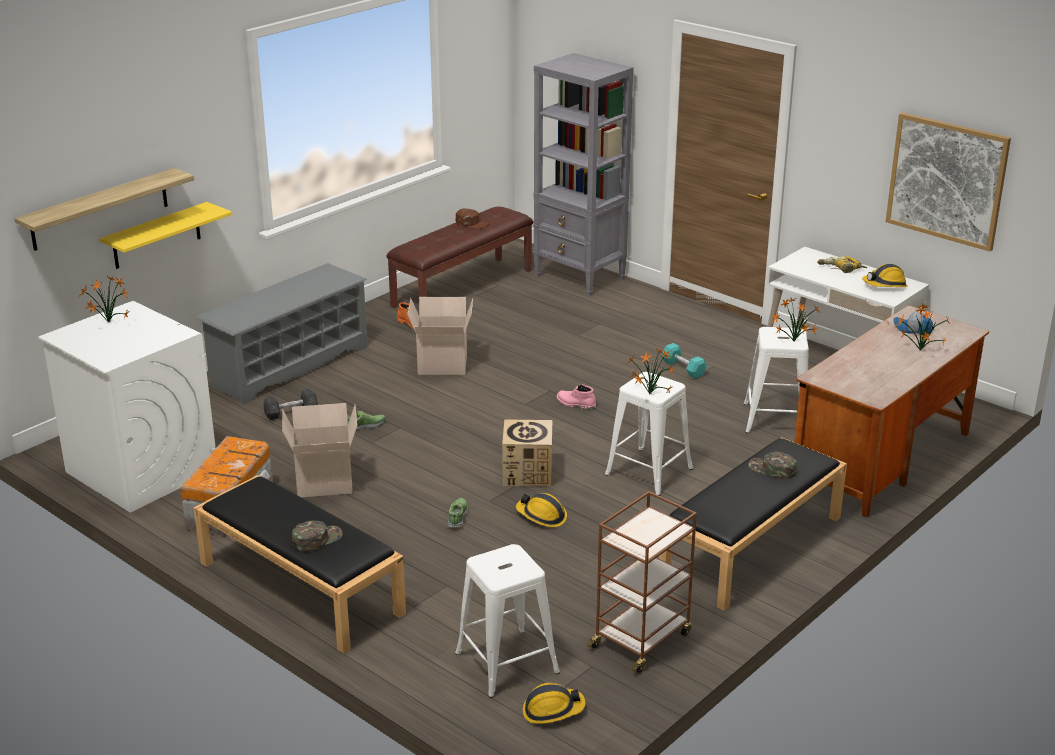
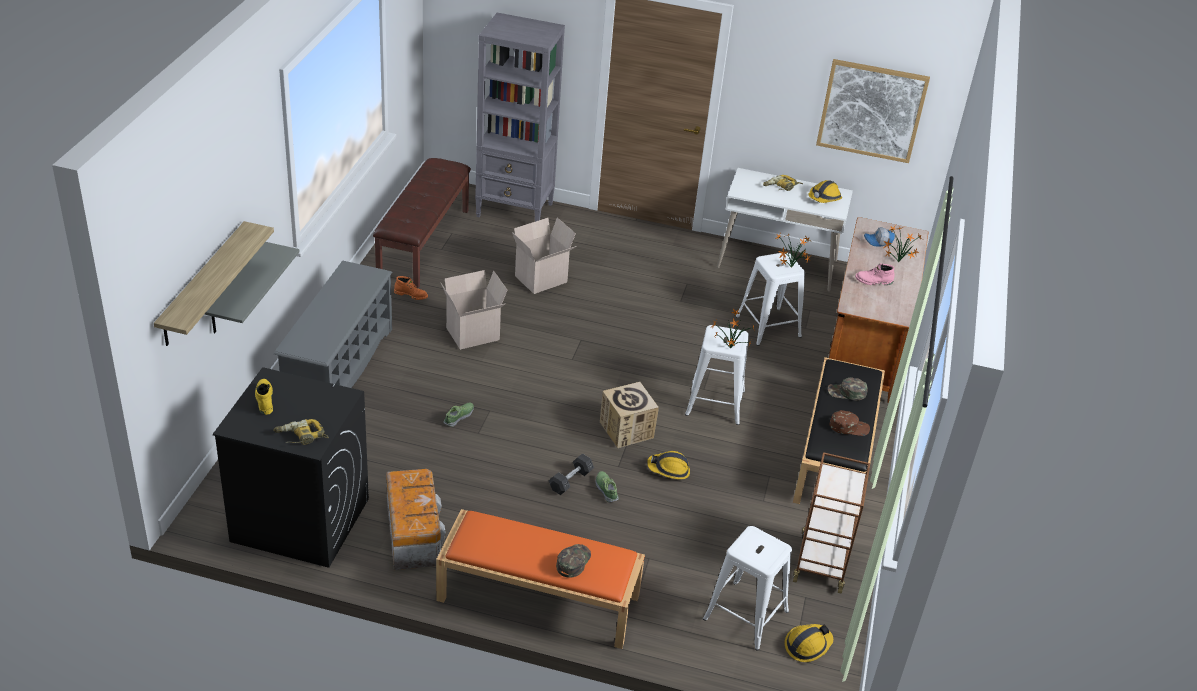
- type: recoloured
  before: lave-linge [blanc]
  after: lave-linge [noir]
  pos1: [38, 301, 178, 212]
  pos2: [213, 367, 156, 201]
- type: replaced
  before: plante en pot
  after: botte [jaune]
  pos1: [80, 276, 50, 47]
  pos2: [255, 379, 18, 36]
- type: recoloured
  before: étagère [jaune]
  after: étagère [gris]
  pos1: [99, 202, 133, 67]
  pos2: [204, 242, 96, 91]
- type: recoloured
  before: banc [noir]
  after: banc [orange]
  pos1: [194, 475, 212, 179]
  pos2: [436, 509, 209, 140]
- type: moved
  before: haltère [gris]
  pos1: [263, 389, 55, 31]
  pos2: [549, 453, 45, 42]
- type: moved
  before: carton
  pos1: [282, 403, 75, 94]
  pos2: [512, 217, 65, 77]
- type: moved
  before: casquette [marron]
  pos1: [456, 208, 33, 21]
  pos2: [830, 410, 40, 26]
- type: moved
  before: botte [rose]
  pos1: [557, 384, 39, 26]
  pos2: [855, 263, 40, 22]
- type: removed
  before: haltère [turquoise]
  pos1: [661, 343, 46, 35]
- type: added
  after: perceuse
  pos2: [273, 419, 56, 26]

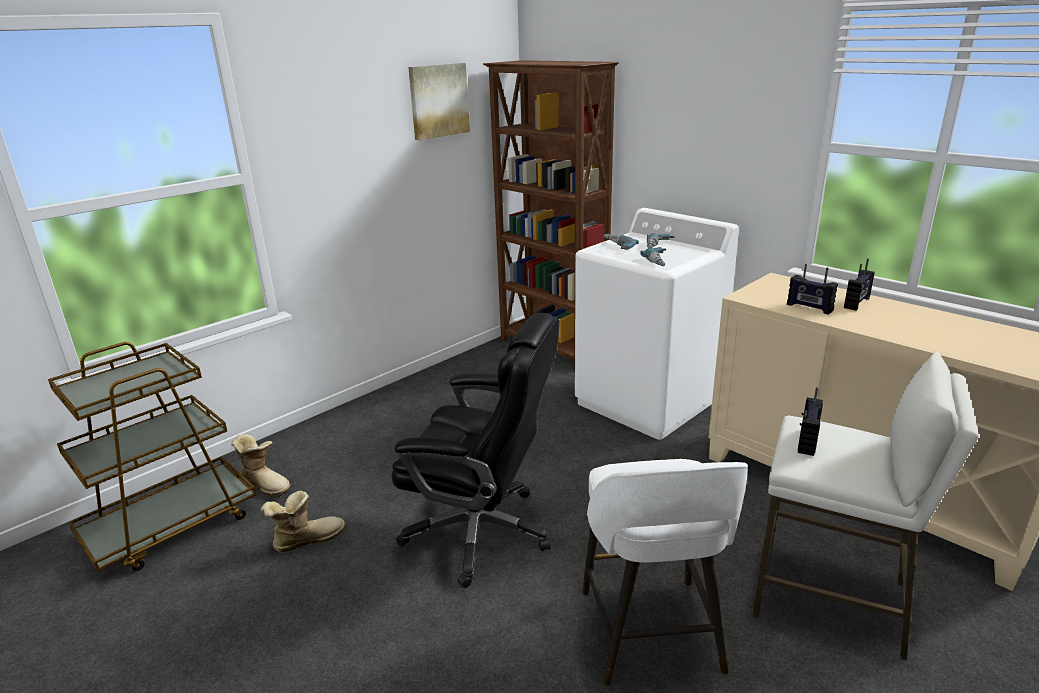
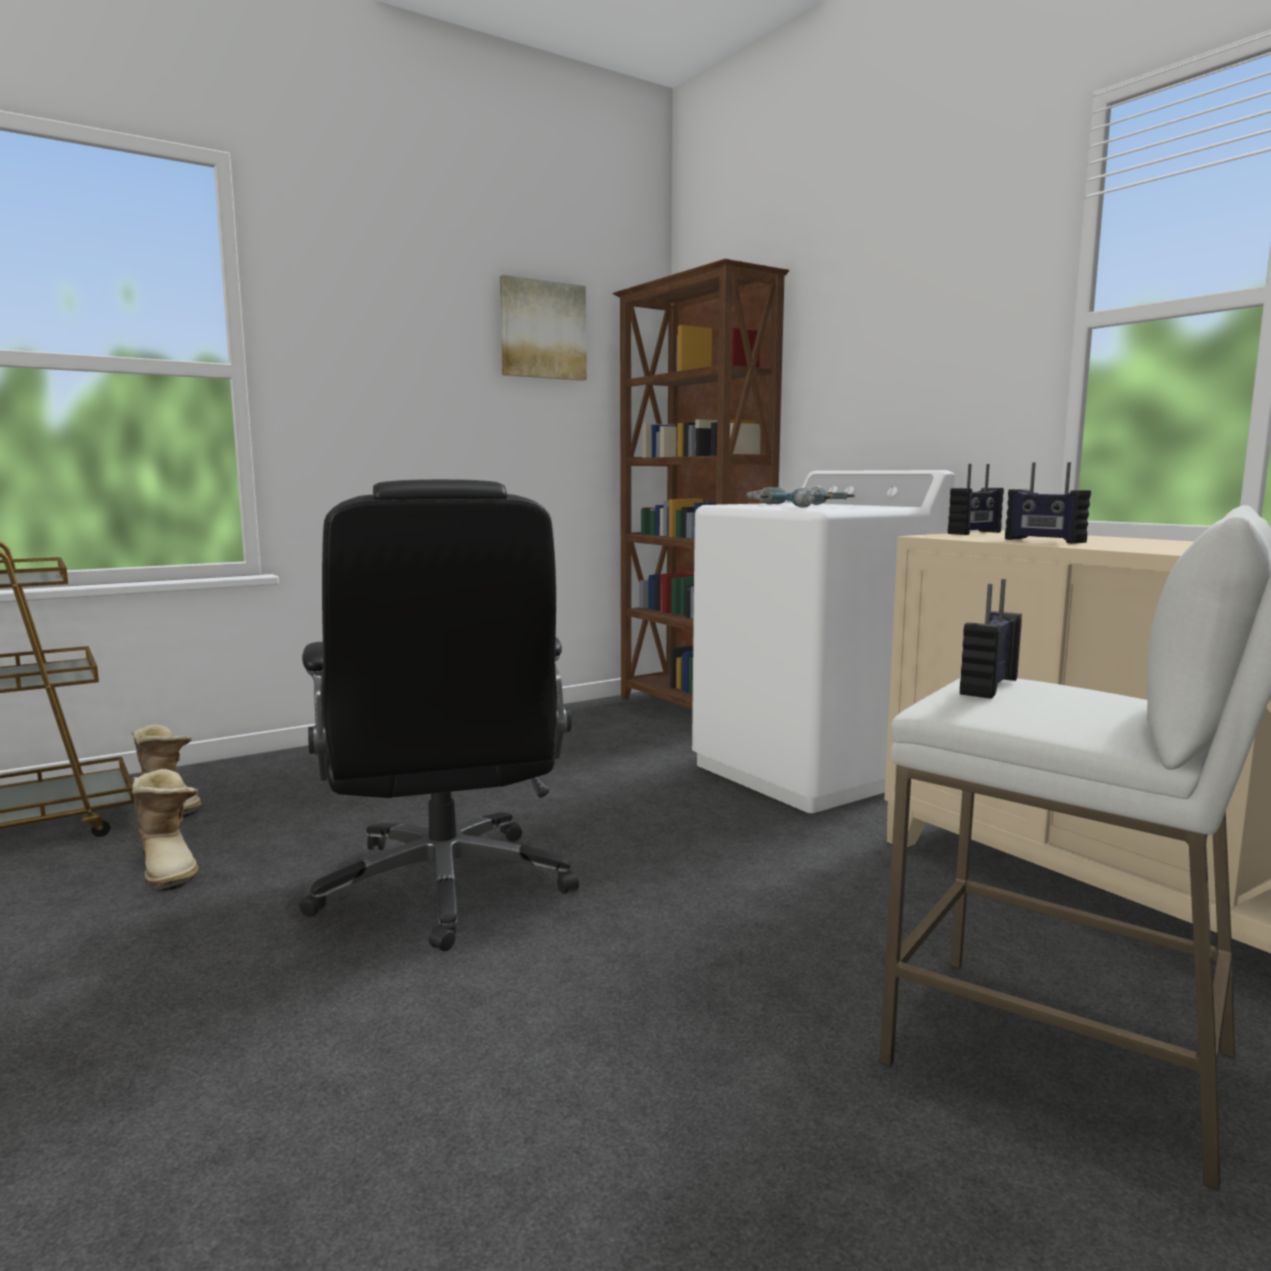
- type: turned
  before: botte
  pos1: [261, 491, 84, 61]
  pos2: [132, 769, 66, 122]
  turn: 75
- type: turned
  before: chaise de bureau [noir]
  pos1: [391, 313, 168, 275]
  pos2: [299, 479, 280, 472]
  turn: 45
- type: removed
  before: tabouret [blanc]
  pos1: [582, 459, 166, 227]
- type: moved
  before: radio
  pos1: [844, 259, 31, 52]
  pos2: [948, 464, 56, 71]

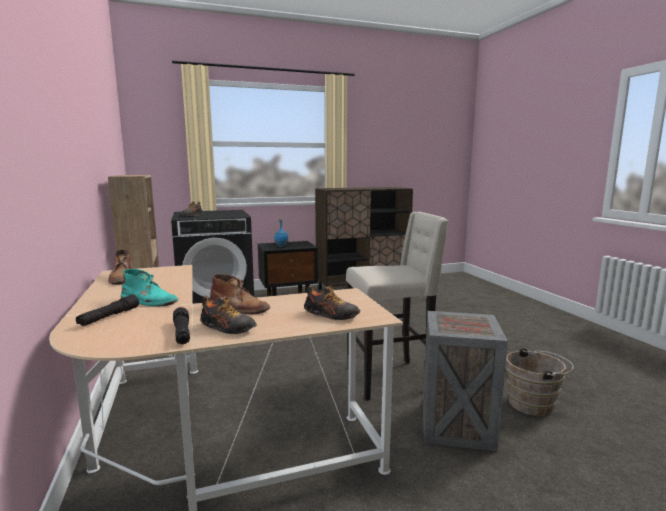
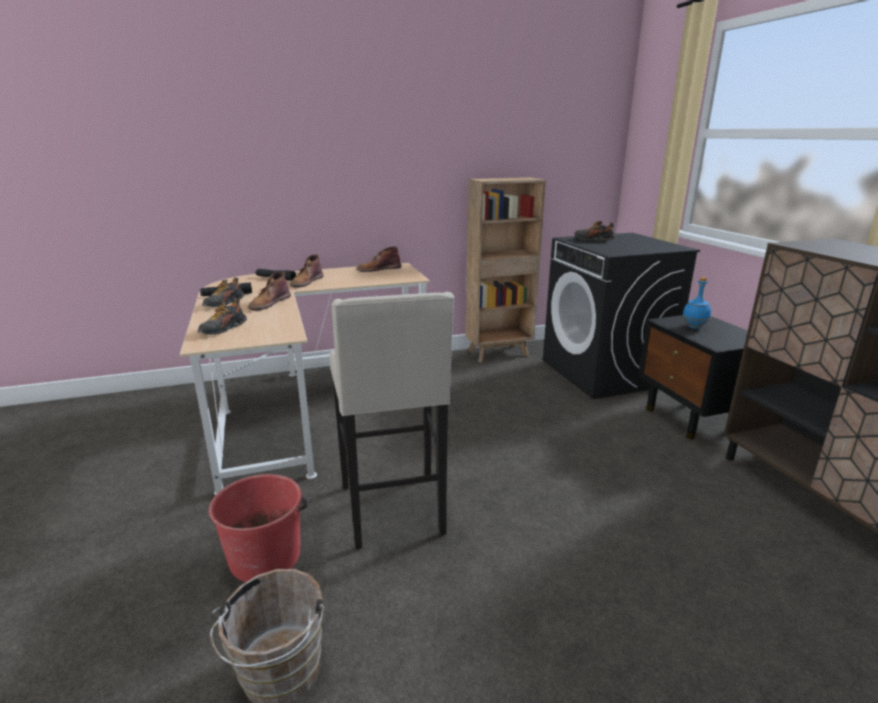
- type: recoloured
  before: botte [turquoise]
  after: botte [marron]
  pos1: [121, 269, 57, 38]
  pos2: [290, 254, 33, 33]
- type: replaced
  before: caisse
  after: seau [rouge]
  pos1: [423, 311, 85, 141]
  pos2: [209, 474, 98, 108]

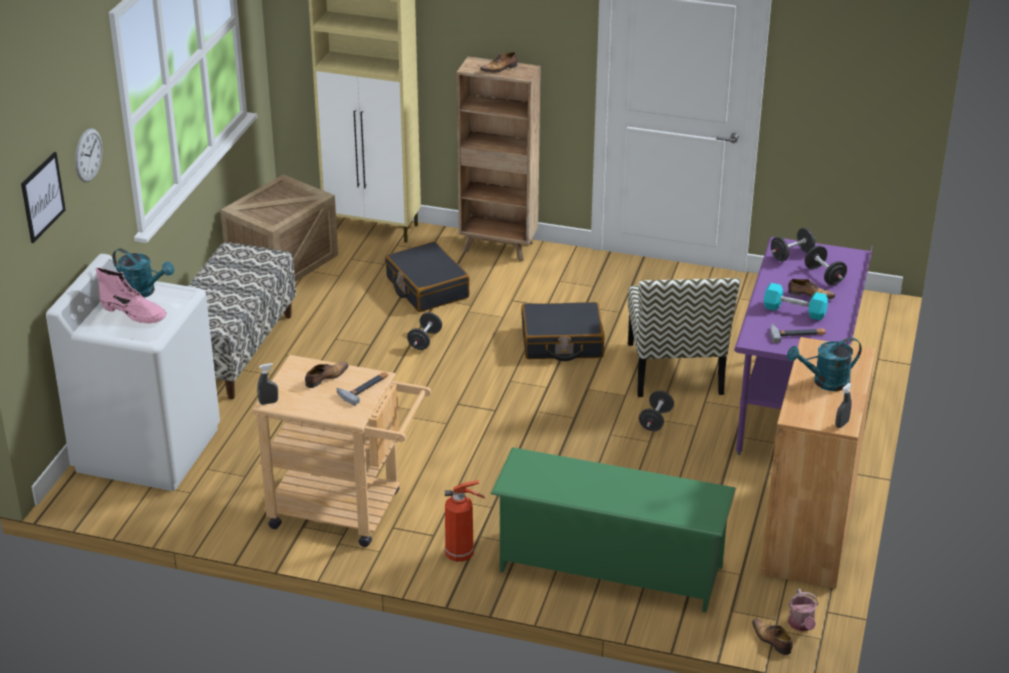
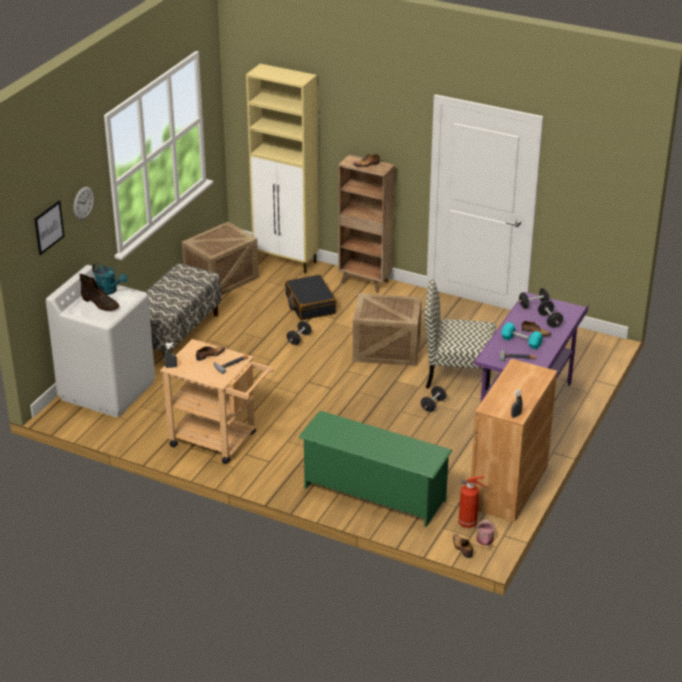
- type: recoloured
  before: botte [rose]
  after: botte [marron]
  pos1: [96, 268, 70, 56]
  pos2: [79, 274, 40, 37]
- type: moved
  before: extincteur
  pos1: [445, 480, 40, 82]
  pos2: [458, 476, 30, 52]
- type: replaced
  before: valise [noir]
  after: caisse
  pos1: [522, 302, 83, 59]
  pos2: [353, 293, 69, 73]
- type: turned
  before: chaise
  pos1: [628, 278, 112, 119]
  pos2: [424, 279, 72, 112]
  turn: 90
- type: removed
  before: arrosoir [turquoise]
  pos1: [787, 338, 75, 53]

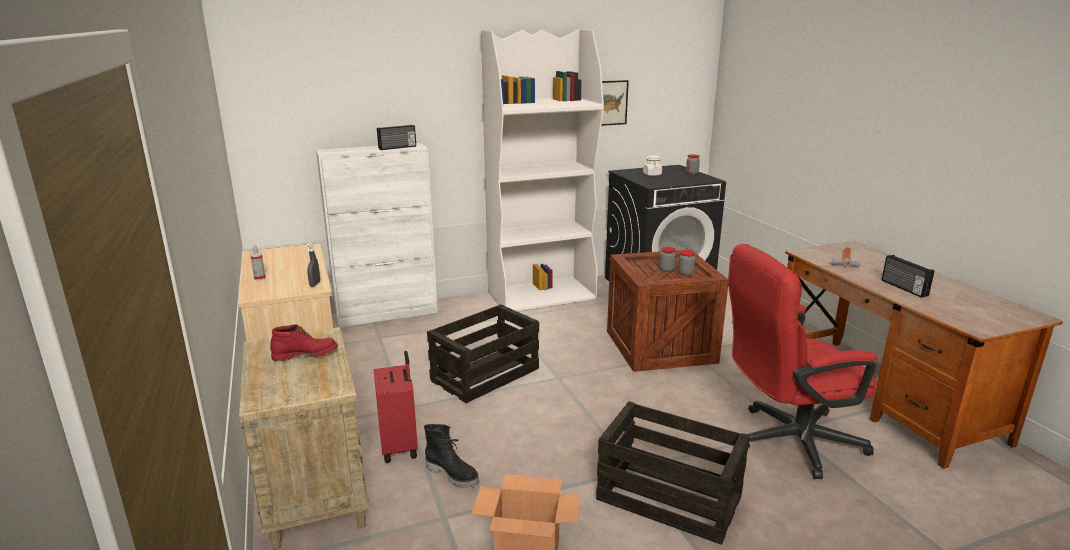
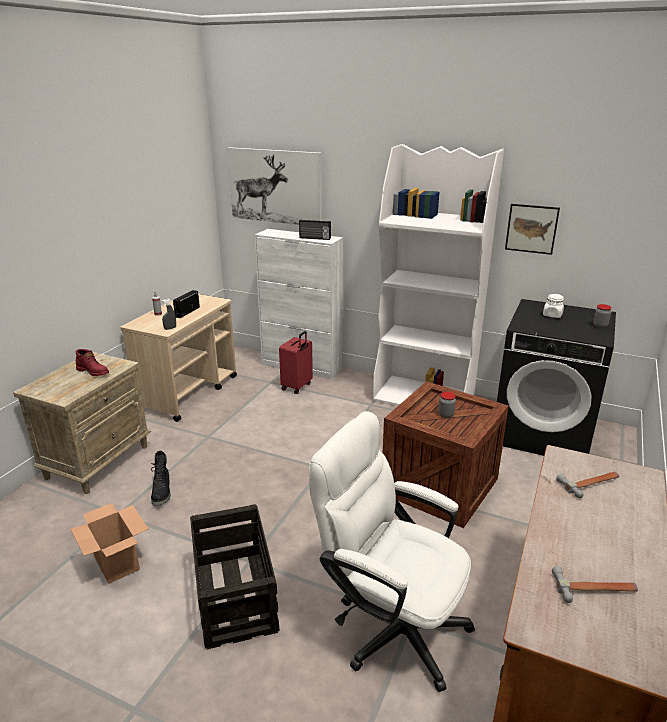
- type: moved
  before: valise [rouge]
  pos1: [374, 351, 44, 112]
  pos2: [279, 331, 34, 63]
- type: removed
  before: caisse
  pos1: [427, 304, 112, 99]
- type: removed
  before: bocal
  pos1: [678, 250, 17, 26]
- type: recoloured
  before: chaise de bureau [rouge]
  after: chaise de bureau [blanc]
  pos1: [728, 244, 150, 235]
  pos2: [309, 411, 166, 281]
- type: moved
  before: radio
  pos1: [881, 255, 53, 43]
  pos2: [173, 290, 27, 28]
- type: added
  after: tableau
  pos2: [227, 147, 95, 78]
- type: added
  after: marteau
  pos2: [552, 566, 86, 37]

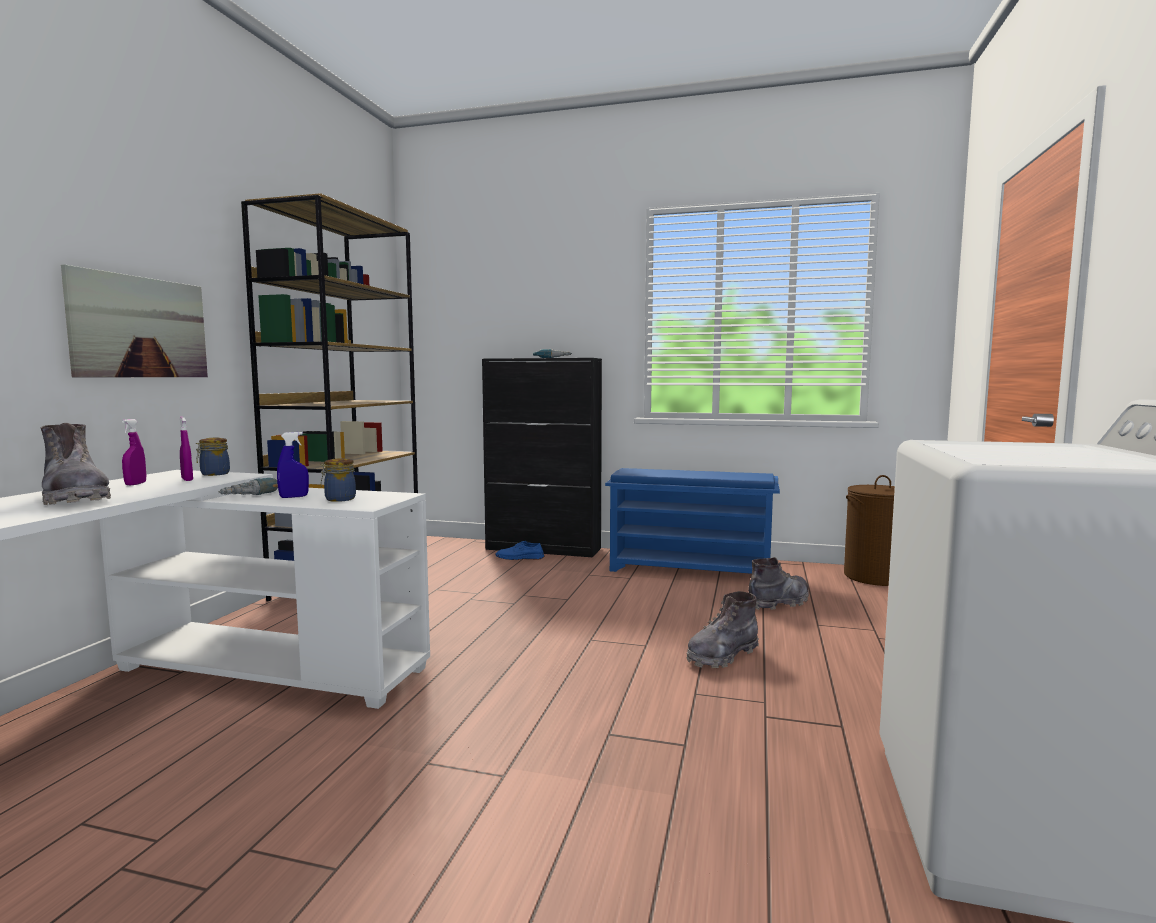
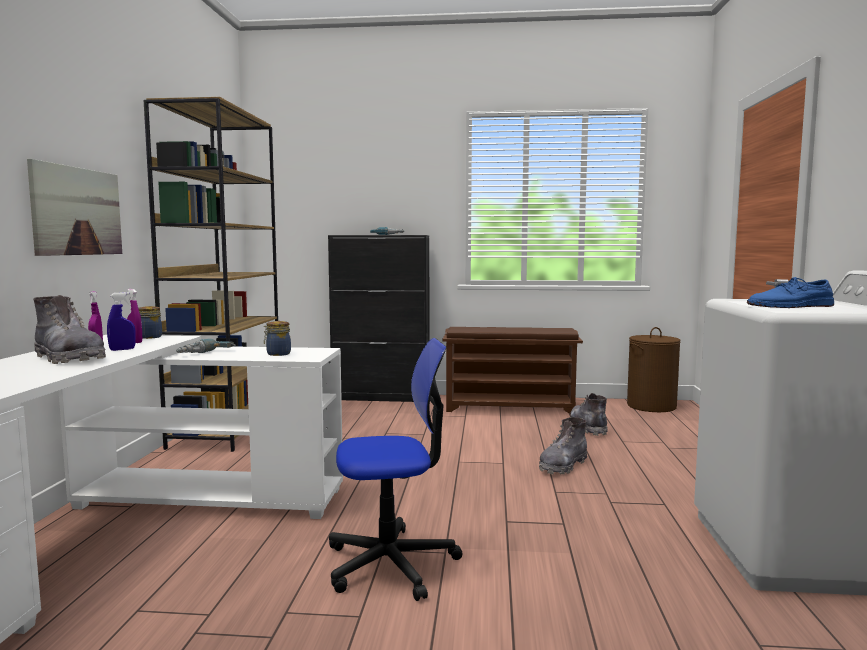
- type: moved
  before: vaporisateur [bleu]
  pos1: [277, 432, 32, 66]
  pos2: [107, 292, 28, 59]
- type: moved
  before: chaussure [bleu]
  pos1: [496, 541, 48, 19]
  pos2: [747, 277, 87, 31]
- type: recoloured
  before: étagère à chaussures [bleu]
  after: étagère à chaussures [marron]
  pos1: [605, 468, 175, 106]
  pos2: [443, 327, 140, 87]
- type: turned
  before: botte [gris]
  pos1: [748, 557, 61, 53]
  pos2: [570, 393, 38, 43]
  turn: -60
- type: added
  after: chaise de bureau
  pos2: [329, 338, 134, 263]

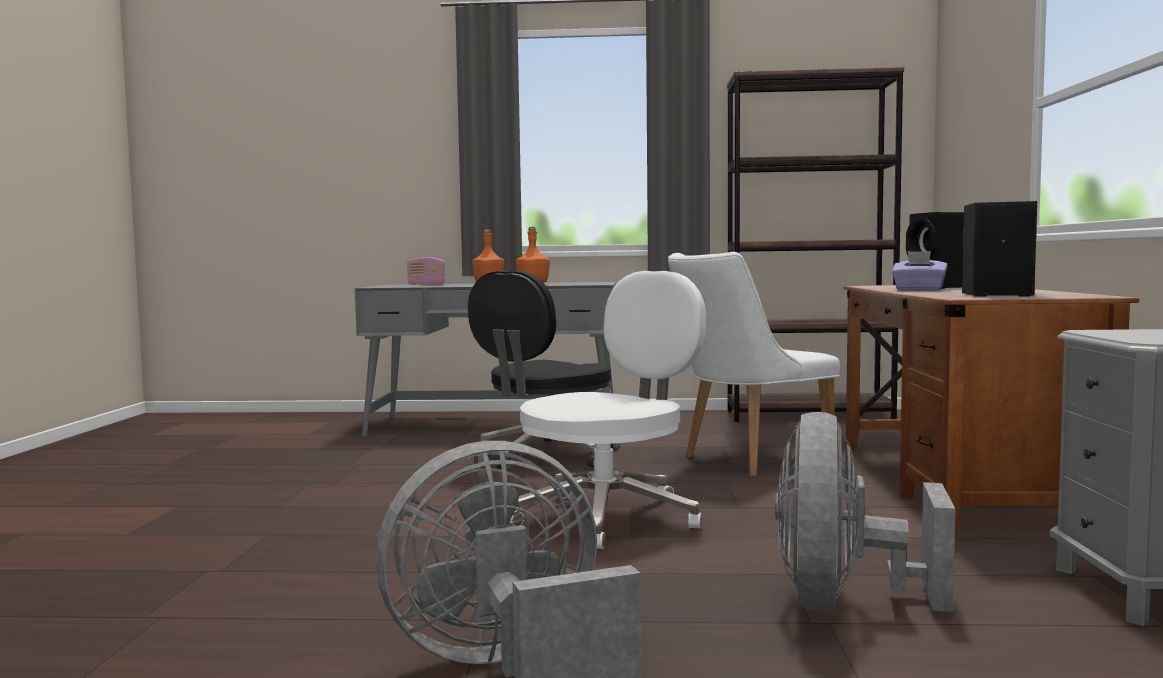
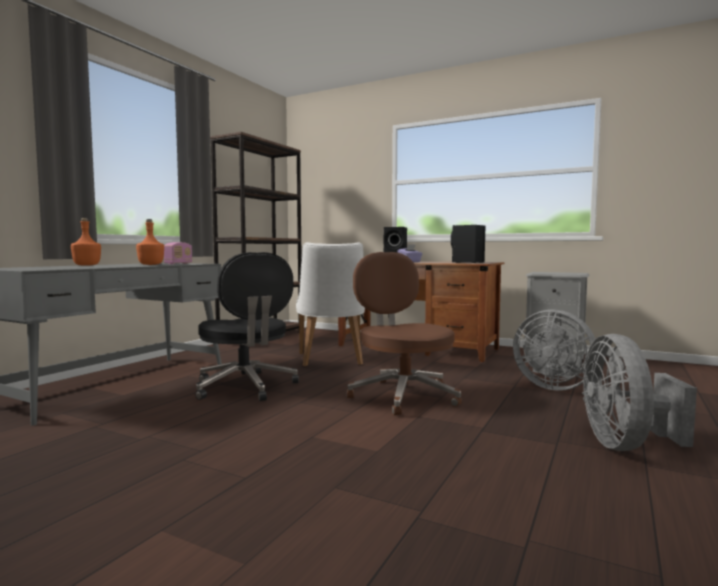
- type: moved
  before: radio
  pos1: [407, 257, 38, 28]
  pos2: [164, 242, 28, 22]
- type: recoloured
  before: chaise de bureau [blanc]
  after: chaise de bureau [marron]
  pos1: [510, 271, 196, 278]
  pos2: [347, 252, 115, 163]

